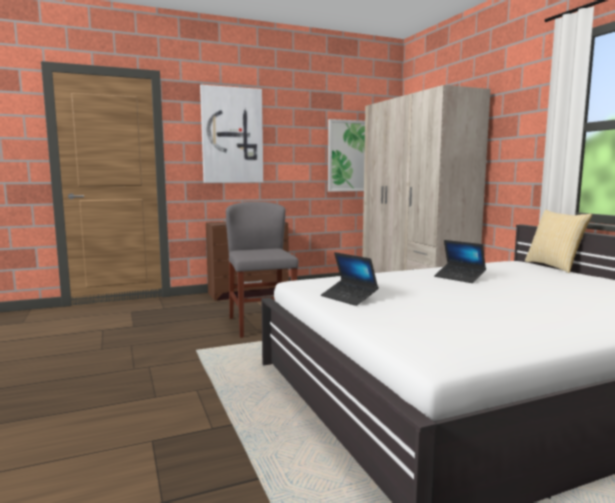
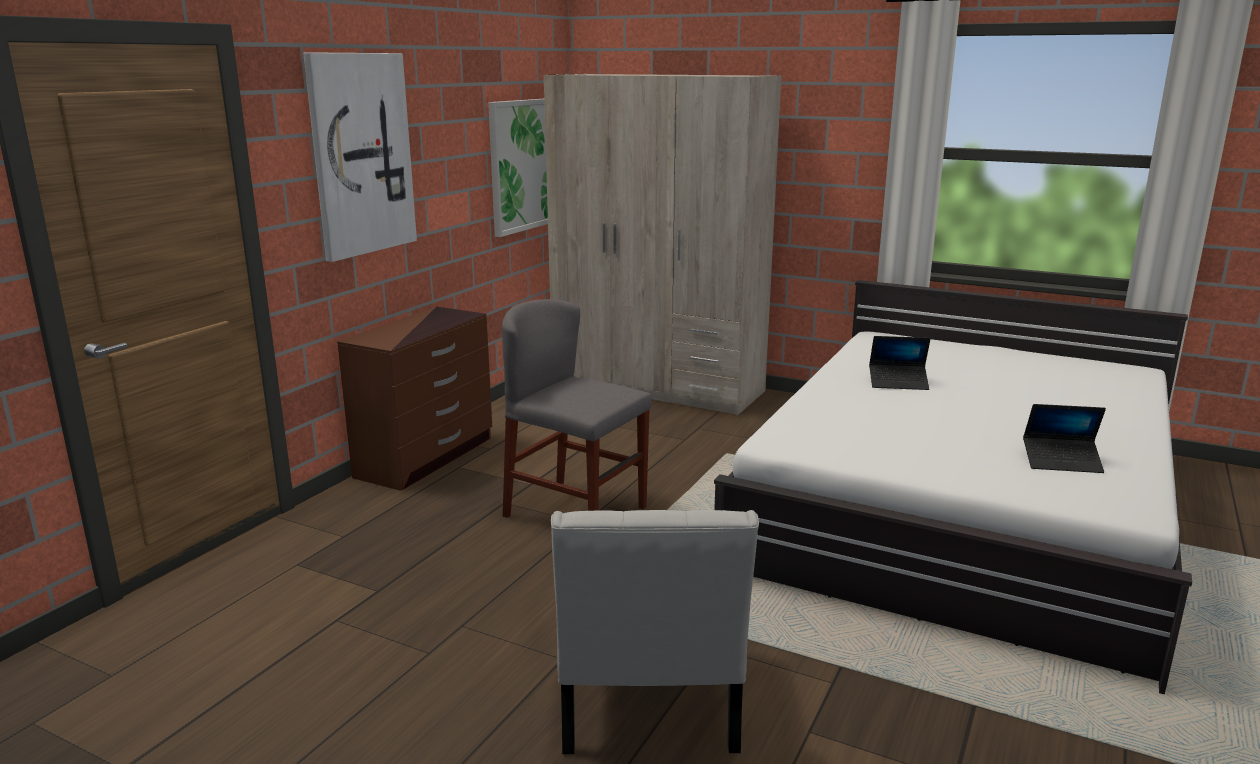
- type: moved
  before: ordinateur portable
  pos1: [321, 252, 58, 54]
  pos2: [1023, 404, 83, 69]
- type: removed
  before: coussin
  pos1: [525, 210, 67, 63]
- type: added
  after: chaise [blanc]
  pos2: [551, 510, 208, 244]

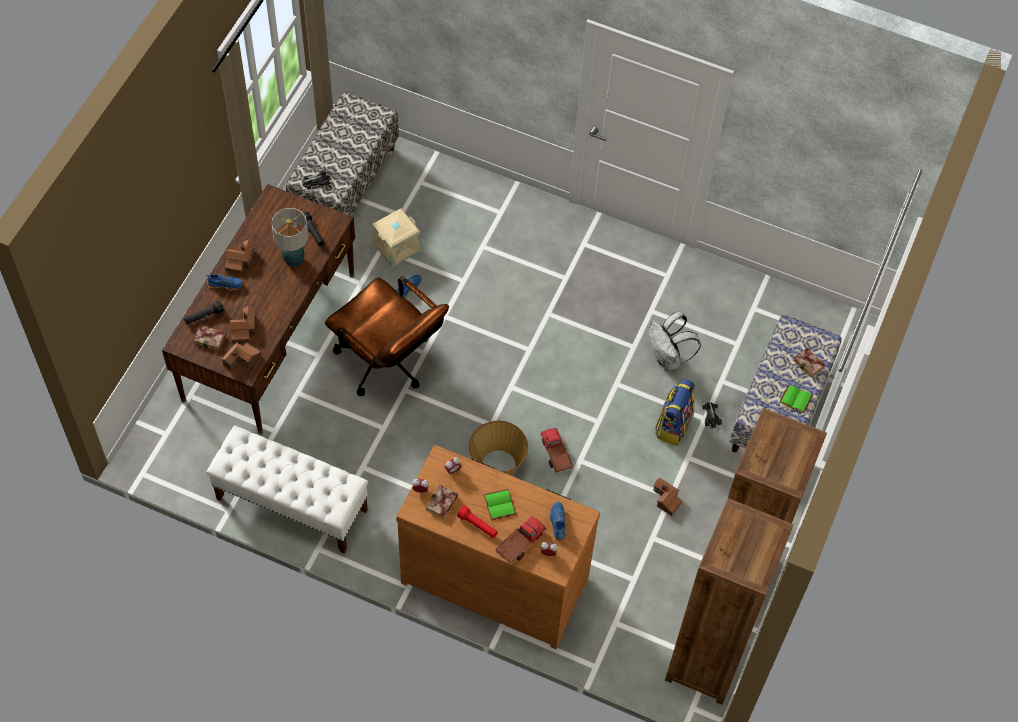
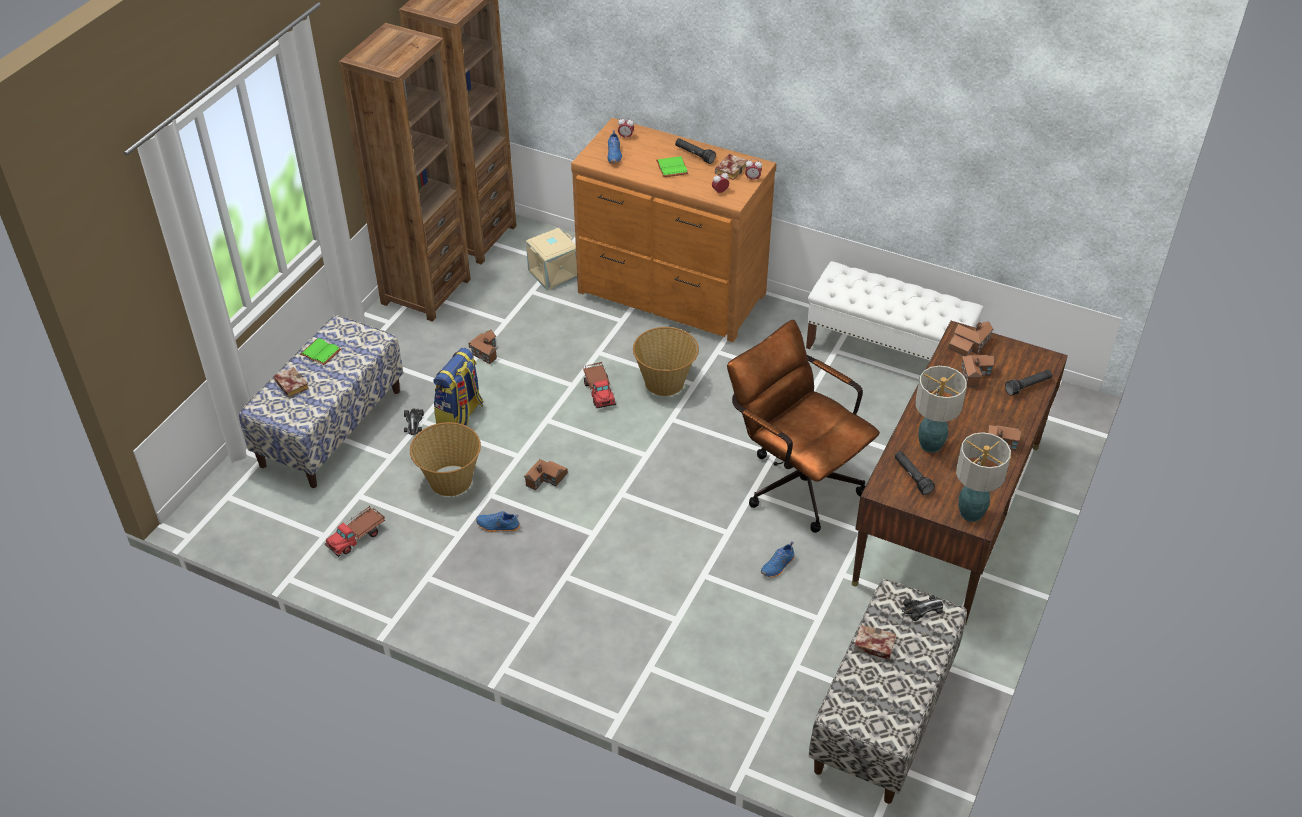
- type: moved
  before: livre
  pos1: [193, 325, 32, 25]
  pos2: [854, 625, 42, 35]
- type: moved
  before: chaussure [bleu]
  pos1: [206, 274, 37, 16]
  pos2: [476, 511, 45, 21]
- type: moved
  before: boîte de rangement [beige]
  pos1: [372, 208, 49, 59]
  pos2: [526, 228, 51, 63]
- type: recoloured
  before: lampe de poche [rouge]
  after: lampe de poche [noir]
  pos1: [457, 505, 41, 33]
  pos2: [675, 138, 41, 26]
- type: moved
  before: camion jouet
  pos1: [496, 516, 51, 48]
  pos2: [325, 505, 60, 52]
- type: replaced
  before: sac à dos [blanc]
  after: panier
  pos1: [649, 312, 52, 59]
  pos2: [410, 422, 71, 74]
- type: added
  after: maison miniature
  pos2: [524, 459, 44, 32]
- type: added
  after: lampe de table
  pos2: [956, 432, 55, 90]

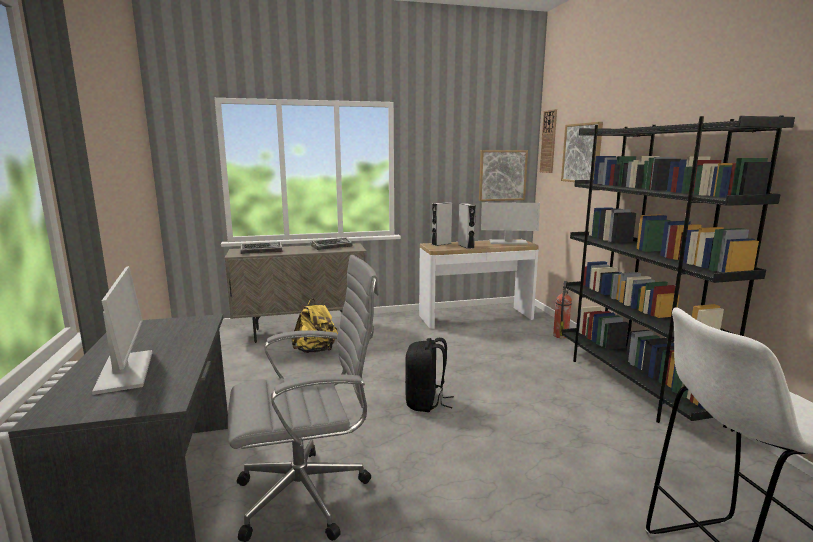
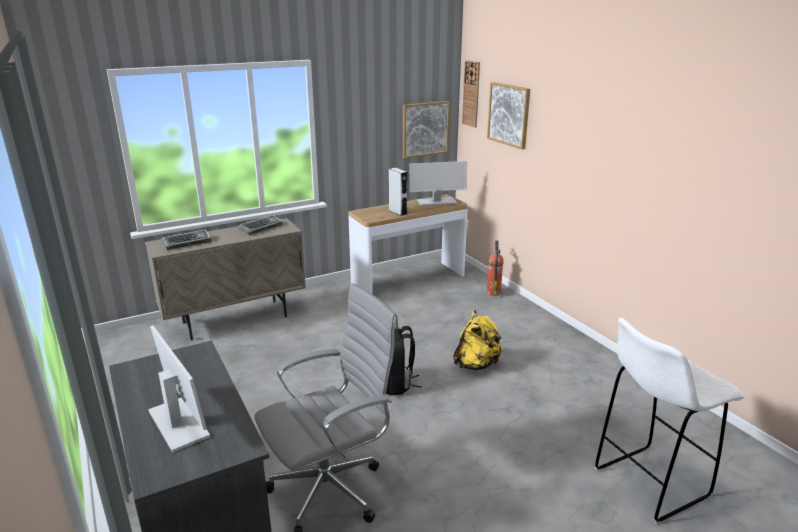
- type: moved
  before: sac à dos [jaune]
  pos1: [291, 299, 47, 54]
  pos2: [453, 310, 49, 60]
- type: removed
  before: enceinte [gris]
  pos1: [431, 202, 21, 44]
- type: removed
  before: bibliothèque [noir]
  pos1: [562, 115, 233, 313]

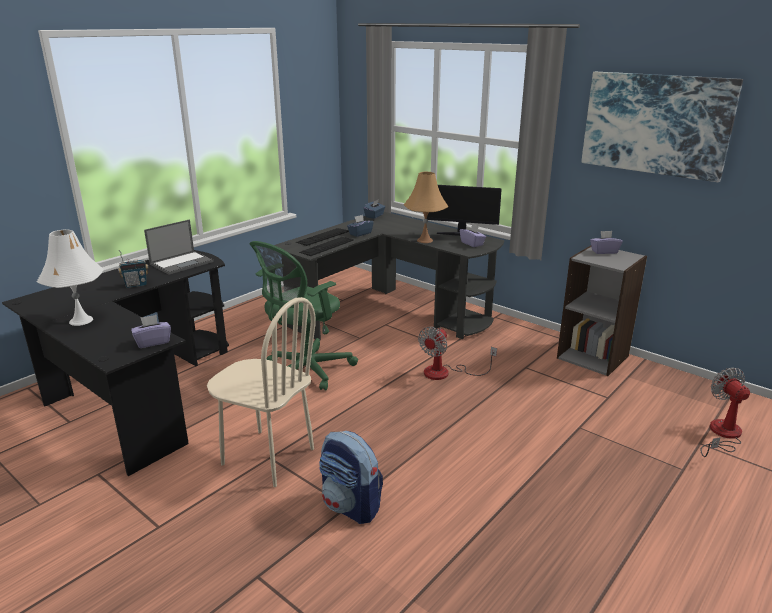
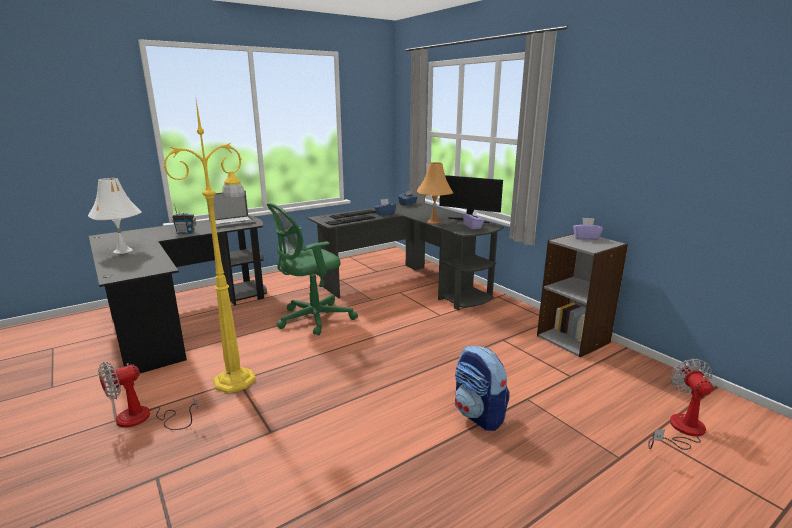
- type: removed
  before: boîte à mouchoirs [violet]
  pos1: [131, 315, 40, 33]
- type: replaced
  before: chaise [beige]
  after: lampadaire [jaune]
  pos1: [207, 297, 109, 190]
  pos2: [163, 100, 93, 294]
- type: moved
  before: sac à dos
  pos1: [319, 431, 64, 93]
  pos2: [455, 346, 55, 85]
- type: moved
  before: ventilateur
  pos1: [418, 327, 79, 53]
  pos2: [98, 362, 100, 68]
- type: removed
  before: tableau
  pos1: [581, 72, 162, 110]

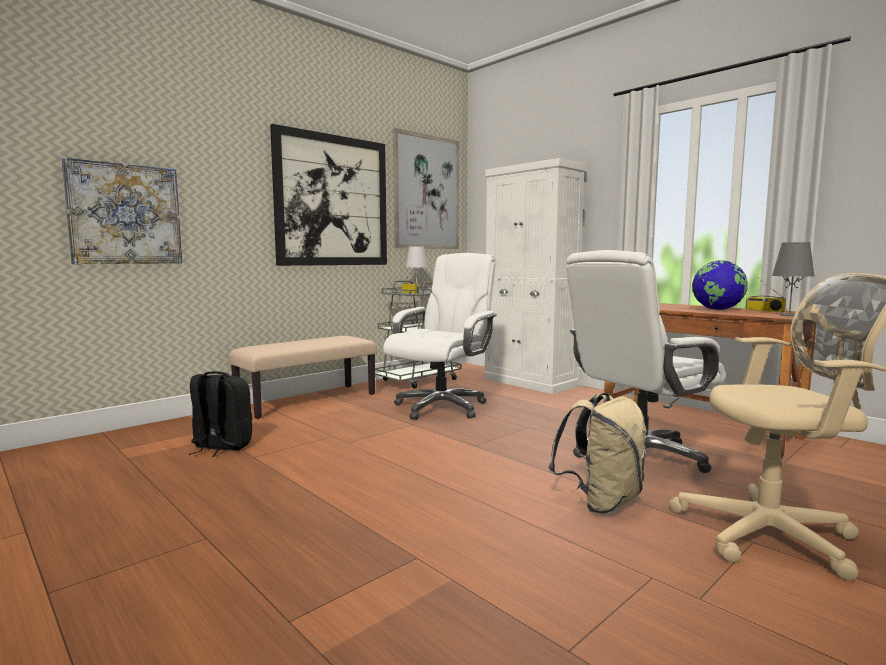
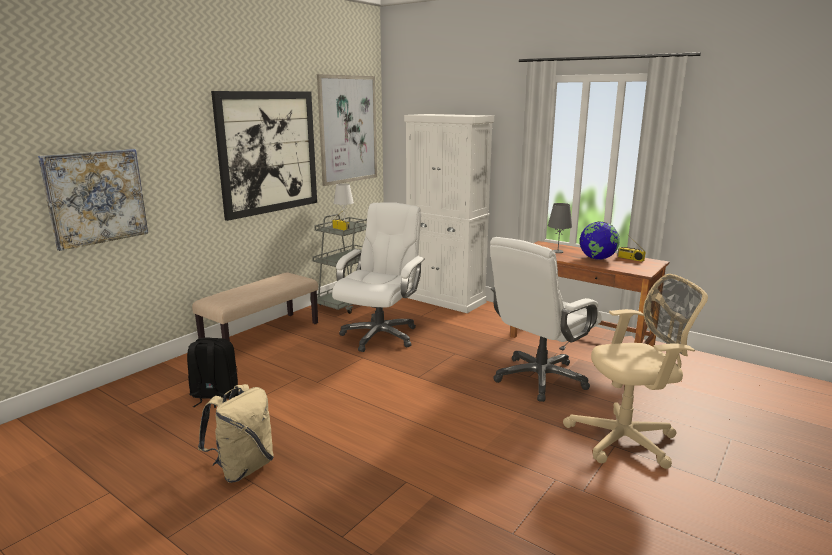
- type: moved
  before: sac à dos [beige]
  pos1: [548, 393, 98, 121]
  pos2: [198, 384, 76, 99]
- type: moved
  before: lampe de table [gris]
  pos1: [772, 242, 43, 74]
  pos2: [548, 203, 24, 50]

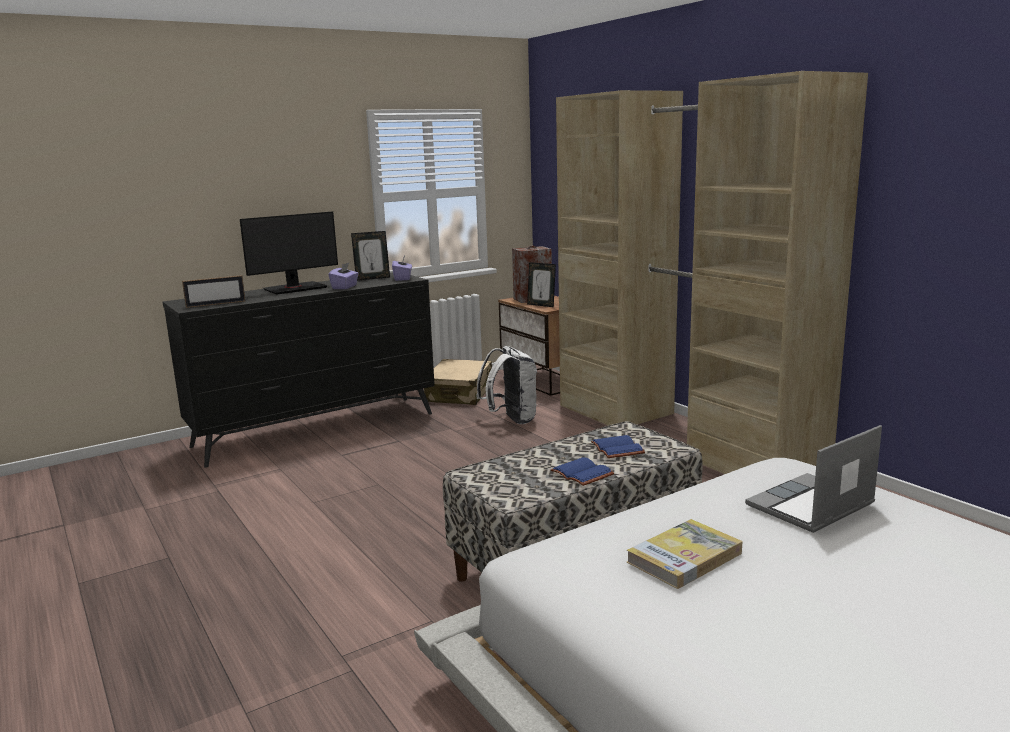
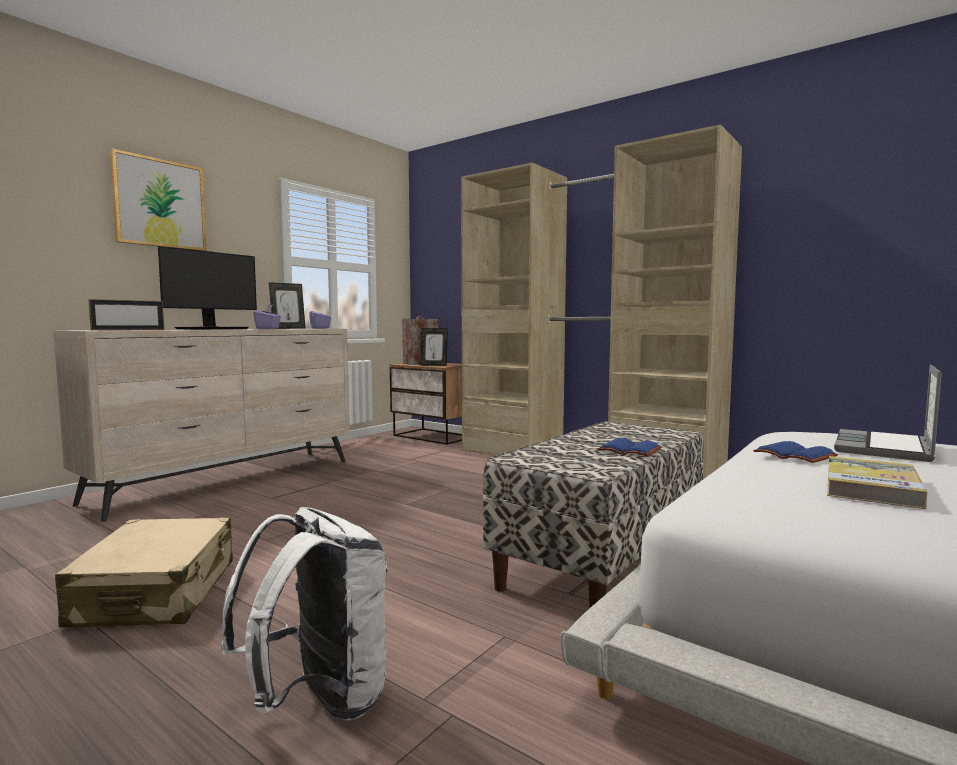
- type: recoloured
  before: commode [noir]
  after: commode [beige]
  pos1: [162, 272, 273, 196]
  pos2: [52, 329, 298, 193]
- type: moved
  before: valise [beige]
  pos1: [424, 359, 68, 46]
  pos2: [55, 517, 178, 111]
- type: moved
  before: sac à dos [blanc]
  pos1: [476, 346, 61, 78]
  pos2: [221, 507, 167, 214]
- type: moved
  before: livre [bleu]
  pos1: [591, 435, 54, 23]
  pos2: [753, 441, 85, 22]
- type: added
  after: tableau
  pos2: [110, 148, 97, 103]

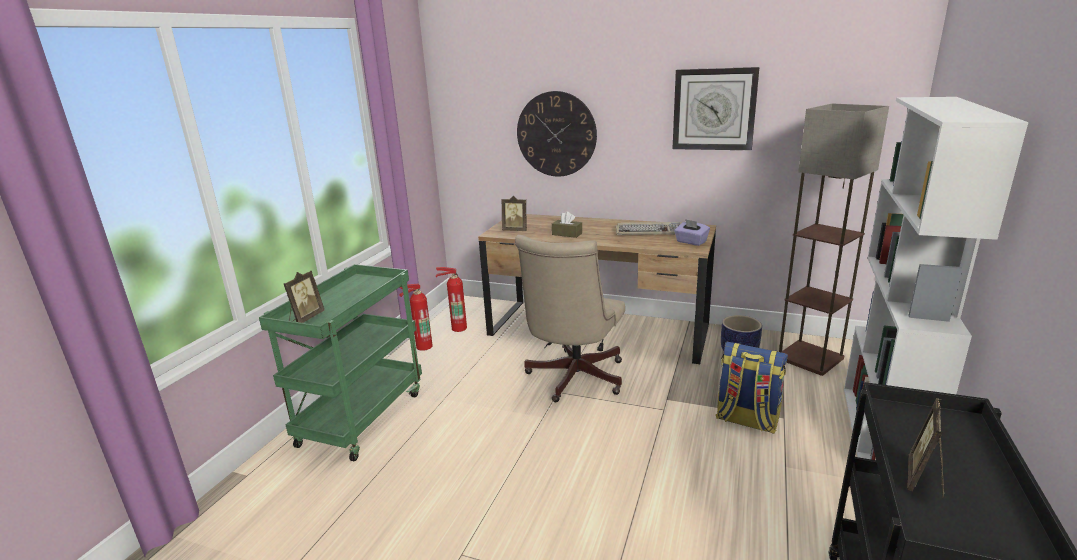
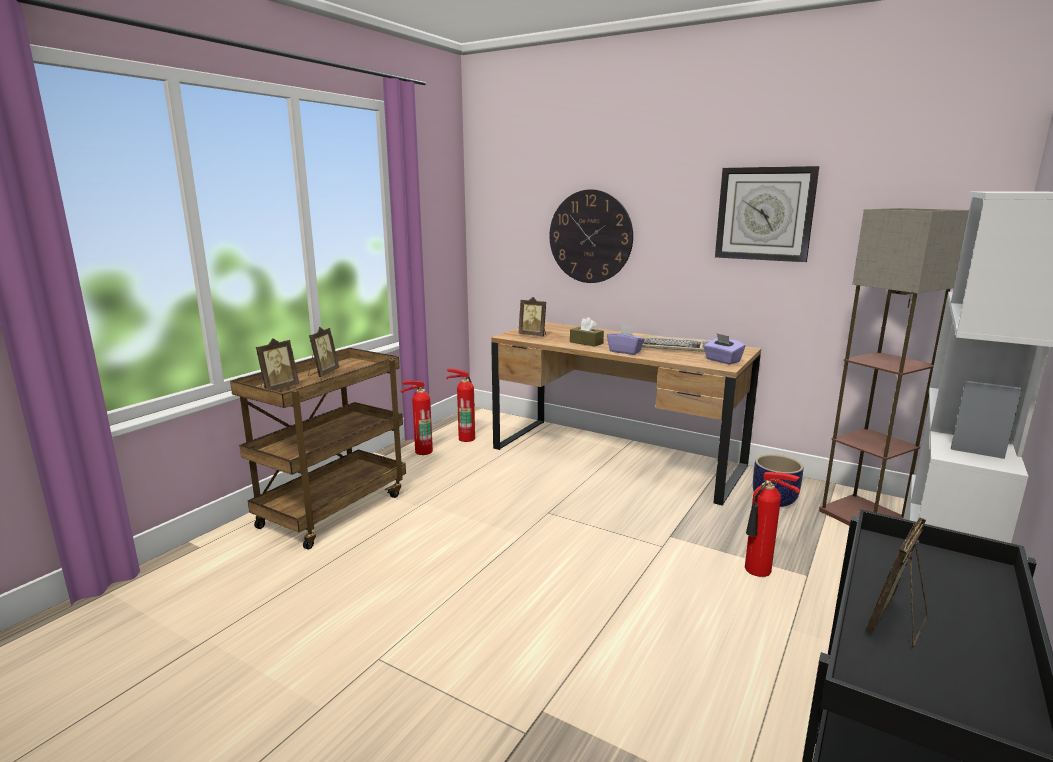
- type: recoloured
  before: chariot [vert]
  after: chariot [marron]
  pos1: [259, 264, 163, 197]
  pos2: [230, 348, 176, 202]
- type: removed
  before: chaise de bureau [beige]
  pos1: [515, 235, 110, 167]
- type: replaced
  before: sac à dos
  after: extincteur
  pos1: [716, 342, 72, 92]
  pos2: [745, 472, 55, 105]
- type: added
  after: cadre photo
  pos2: [308, 327, 31, 50]
- type: added
  after: boîte à mouchoirs [violet]
  pos2: [607, 325, 38, 30]

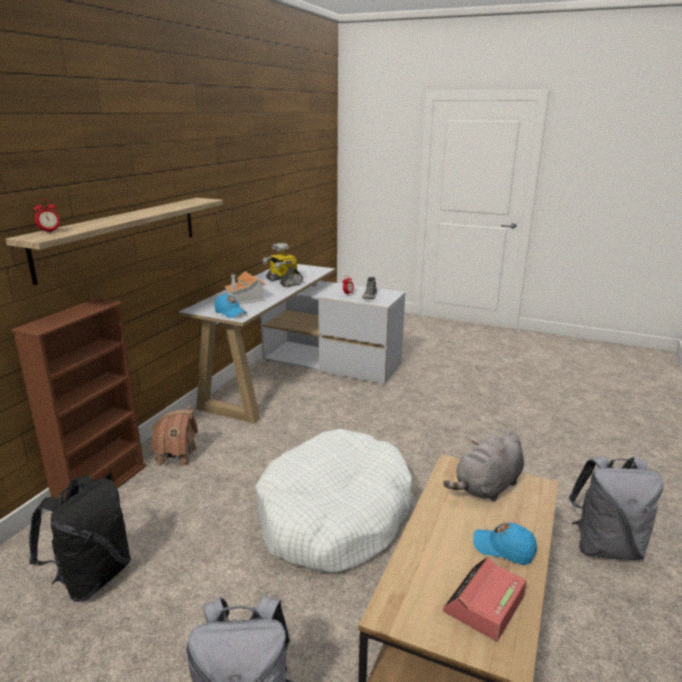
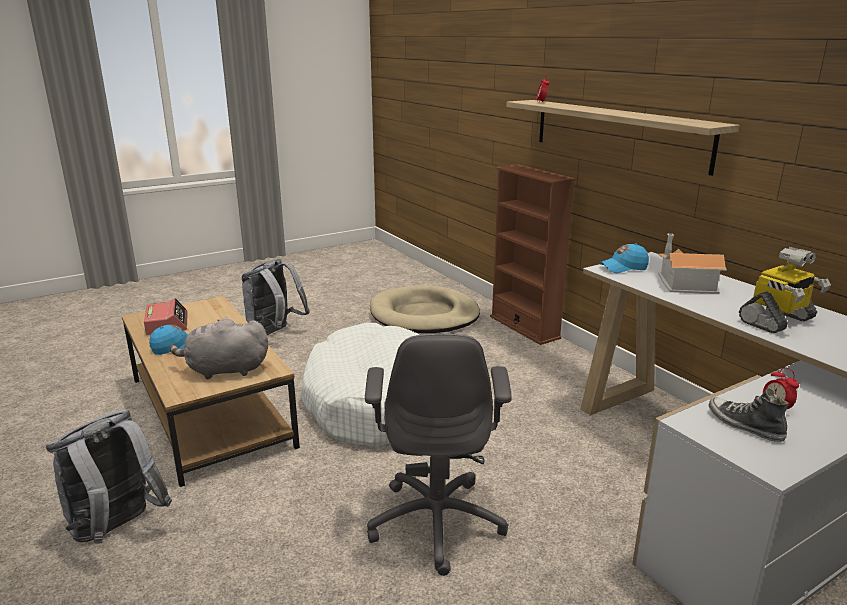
- type: replaced
  before: sac à dos [noir]
  after: panier pour chien [beige]
  pos1: [29, 475, 102, 127]
  pos2: [370, 285, 110, 48]
- type: removed
  before: maison miniature
  pos1: [151, 406, 47, 60]
- type: turned
  before: robot jouet
  pos1: [263, 243, 40, 44]
  pos2: [739, 247, 92, 86]
  turn: 150
- type: turned
  before: peluche [gris]
  pos1: [443, 430, 81, 72]
  pos2: [170, 318, 98, 61]
  turn: -90
- type: added
  after: chaise de bureau [gris]
  pos2: [365, 333, 147, 243]

